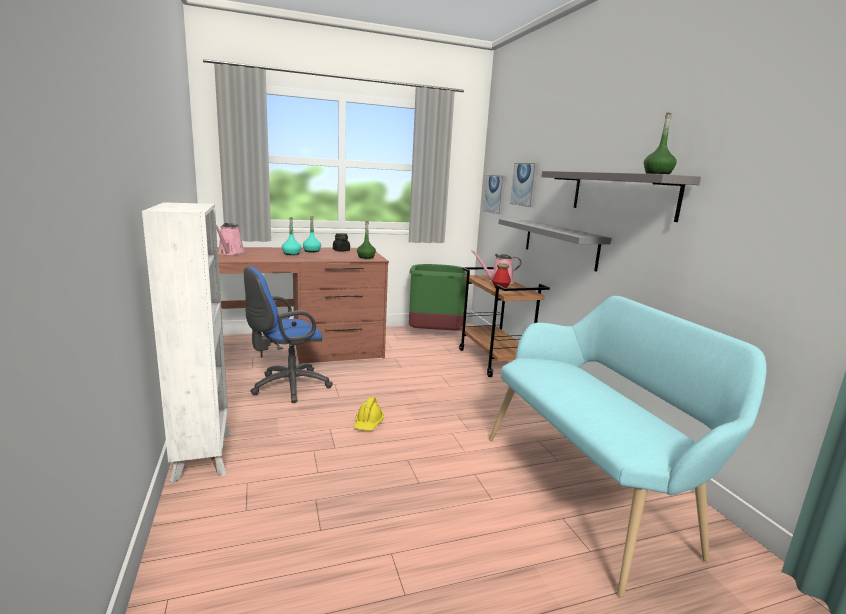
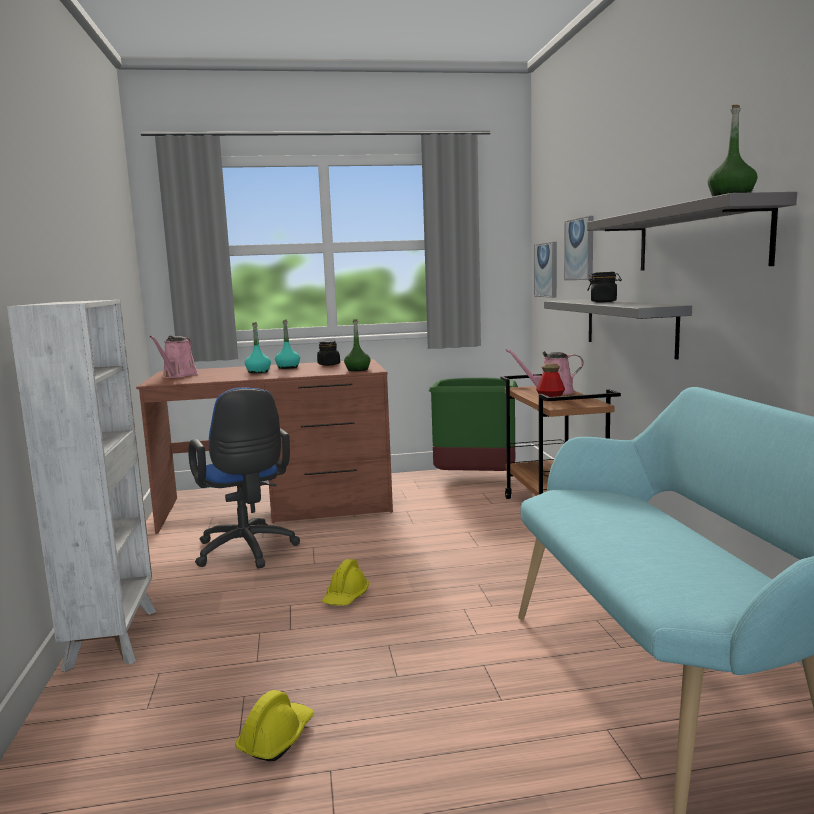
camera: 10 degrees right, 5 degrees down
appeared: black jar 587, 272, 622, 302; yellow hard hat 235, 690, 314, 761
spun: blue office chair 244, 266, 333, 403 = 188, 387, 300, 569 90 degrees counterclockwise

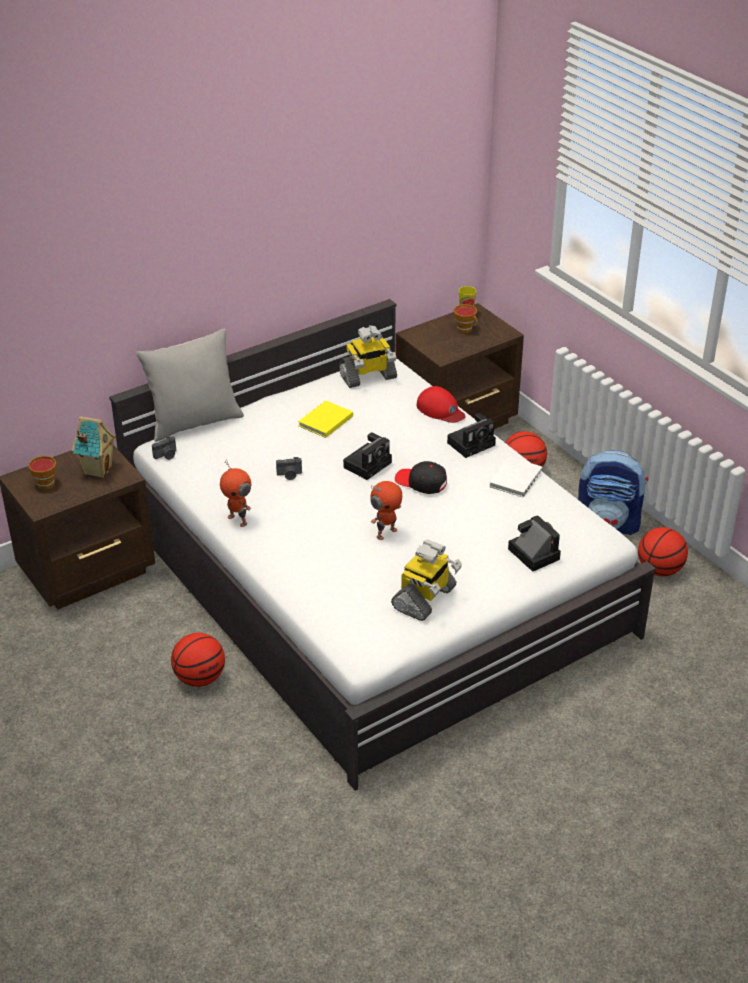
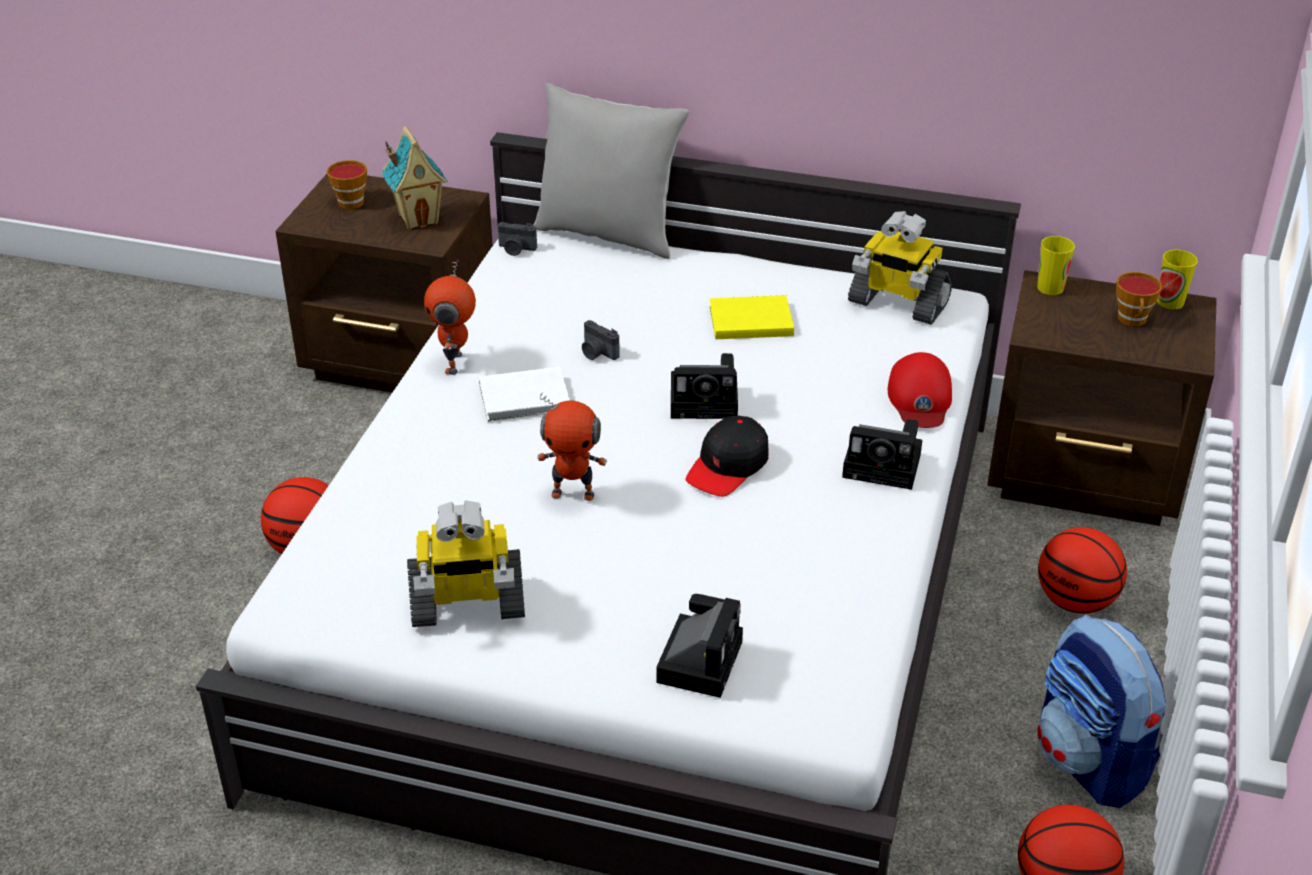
camera: 50 degrees right, 0 degrees up
appeared: cup 1037, 236, 1075, 295
relocated: white book 490, 457, 542, 497 to 479, 367, 570, 422
spun: black cap 395, 461, 447, 494 = 686, 416, 768, 497 135 degrees counterclockwise

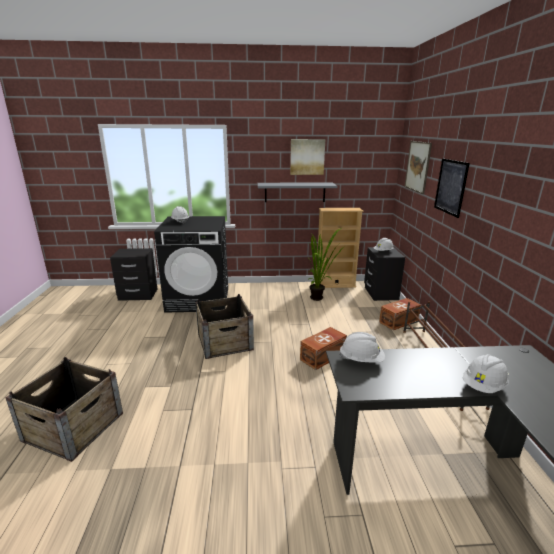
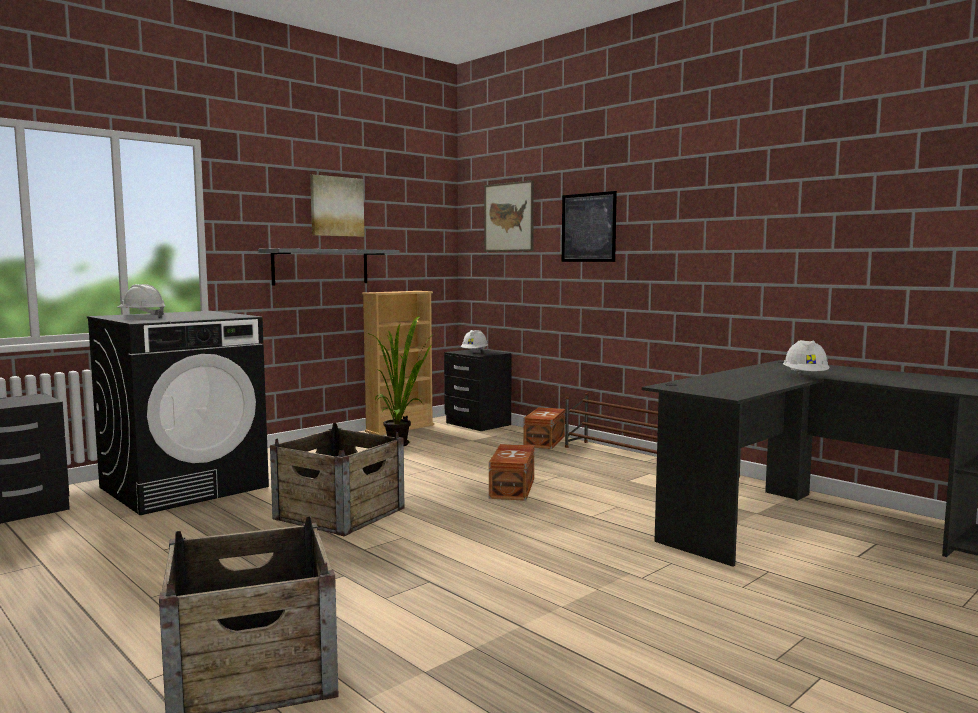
camera: 40 degrees left, 15 degrees down
missing: white hard hat 339, 332, 385, 363

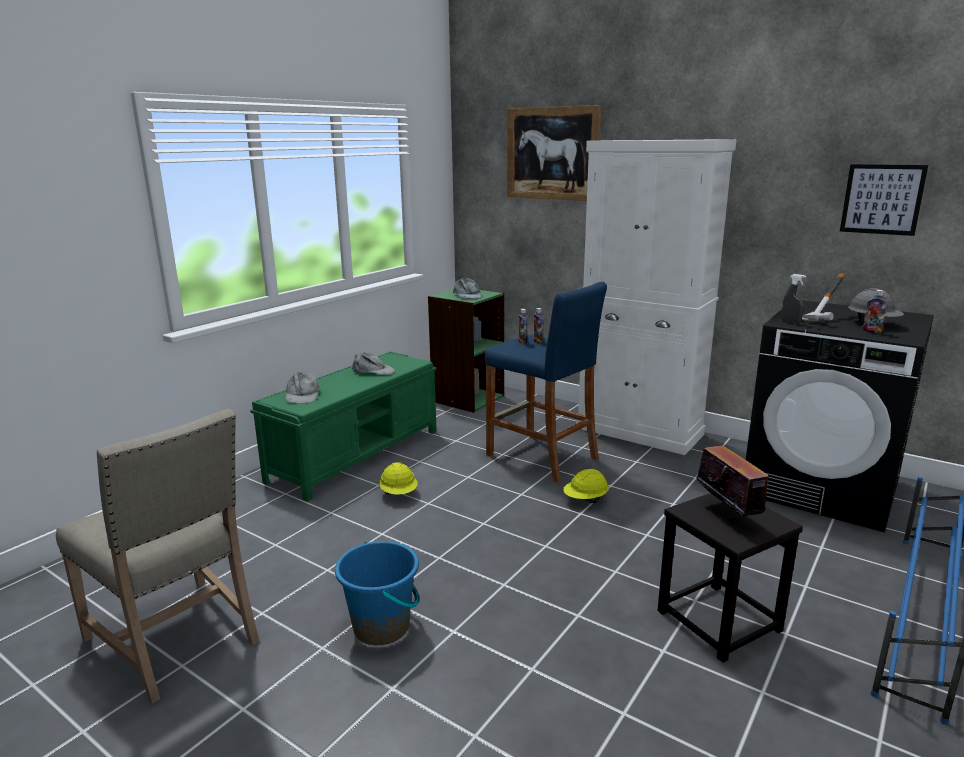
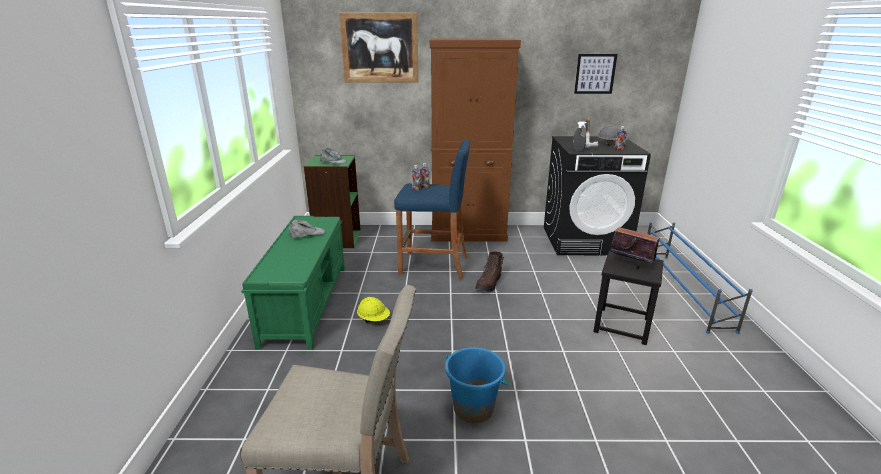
camera: 35 degrees left, 5 degrees up
missing: grey cap 285, 372, 320, 404
exchanged: yellow hard hat 563, 469, 609, 503 to brown boot 475, 252, 504, 292
colour: white cabinet 576, 139, 737, 455 to brown cabinet 429, 39, 521, 242

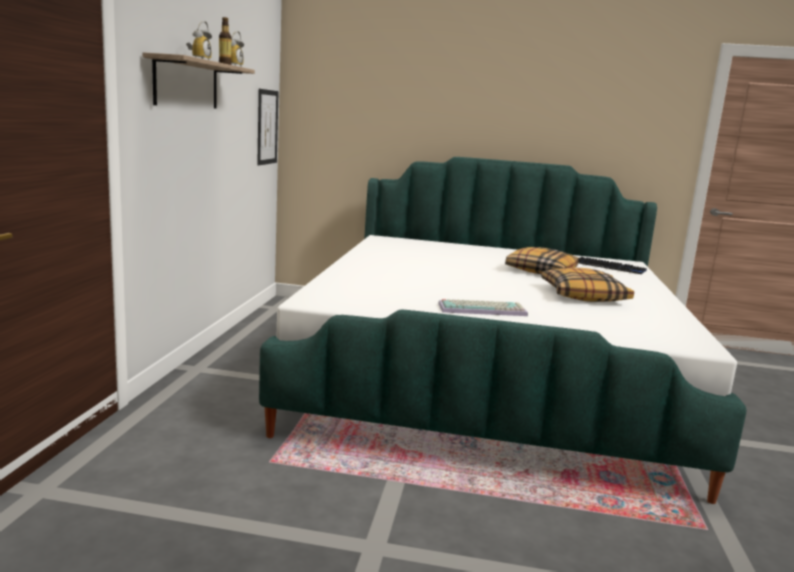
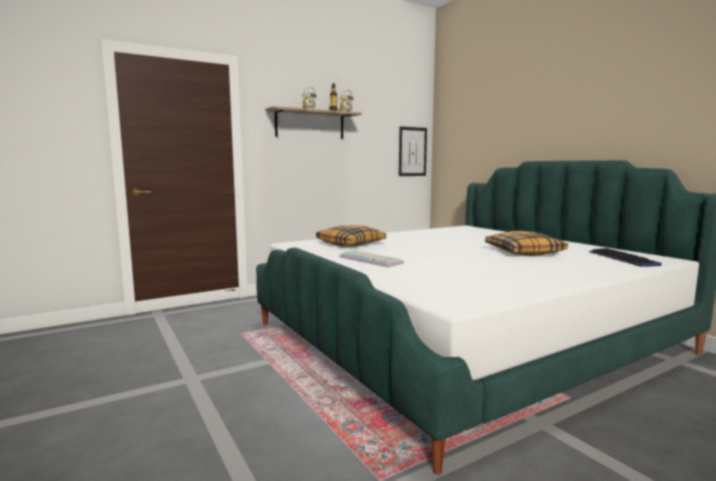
camera: 50 degrees right, 5 degrees down
relocated: pillow 542, 268, 634, 302 to 316, 225, 386, 246

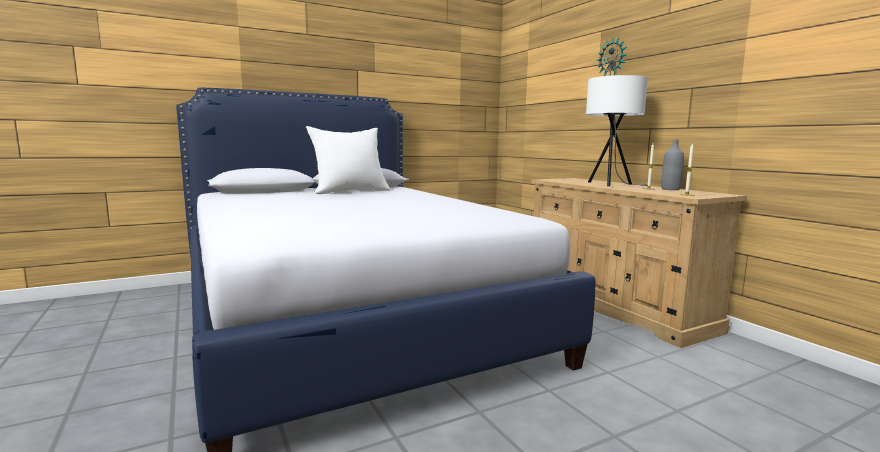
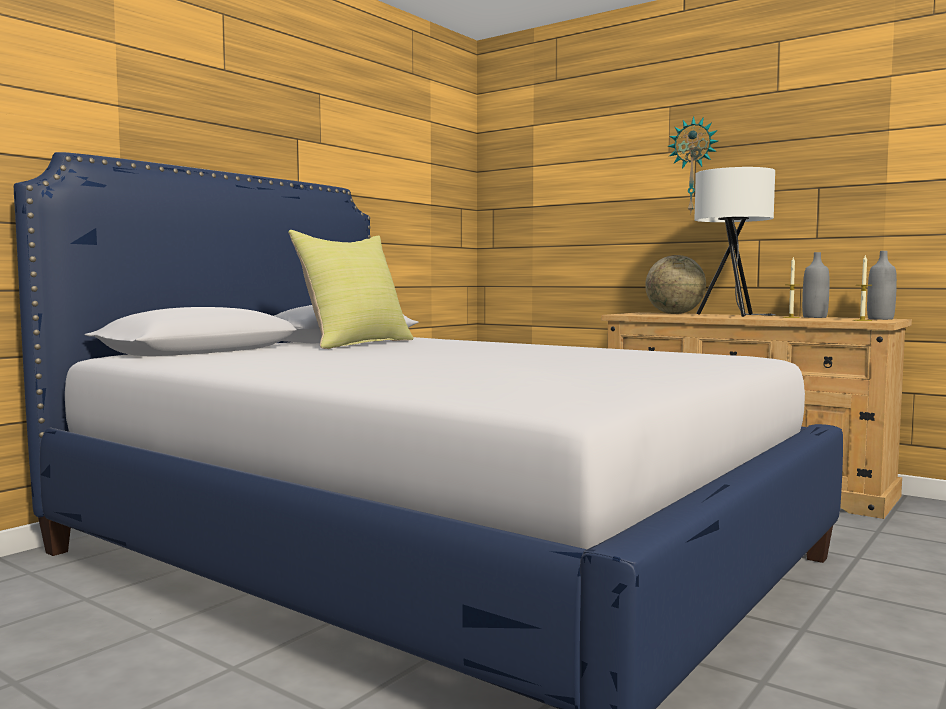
camera: 25 degrees left, 5 degrees down
appeared: grey bottle 867, 251, 897, 320; globe 645, 255, 706, 314
colour: white pillow 306, 126, 391, 194 to yellow pillow 288, 230, 413, 349

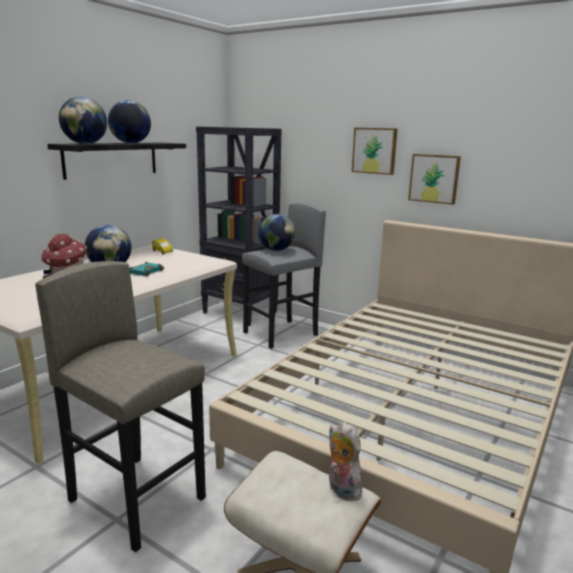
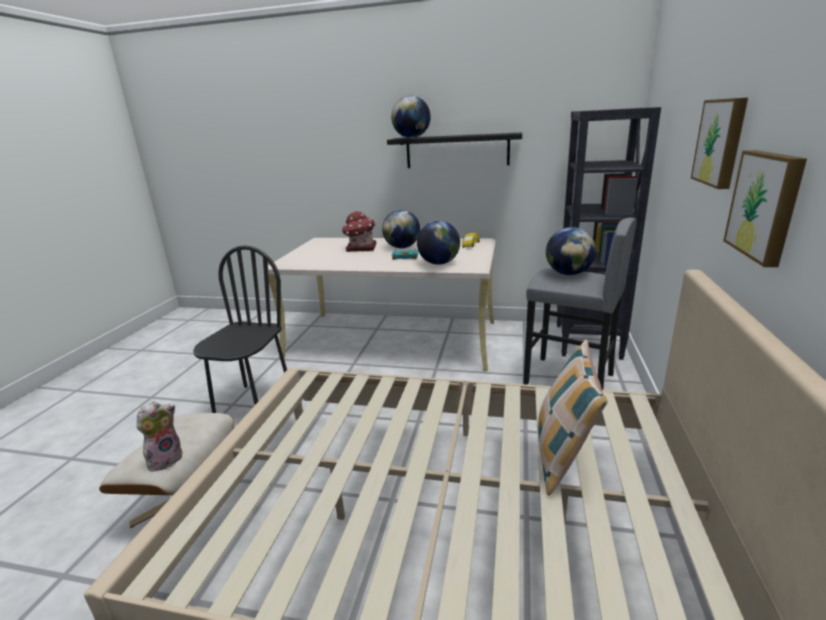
camera: 70 degrees right, 5 degrees up
appeared: pillow 538, 339, 608, 496
relocated: globe 108, 100, 151, 144 to 417, 221, 460, 265
exchanged: grey stool 35, 261, 206, 552 to black chair 193, 245, 287, 413

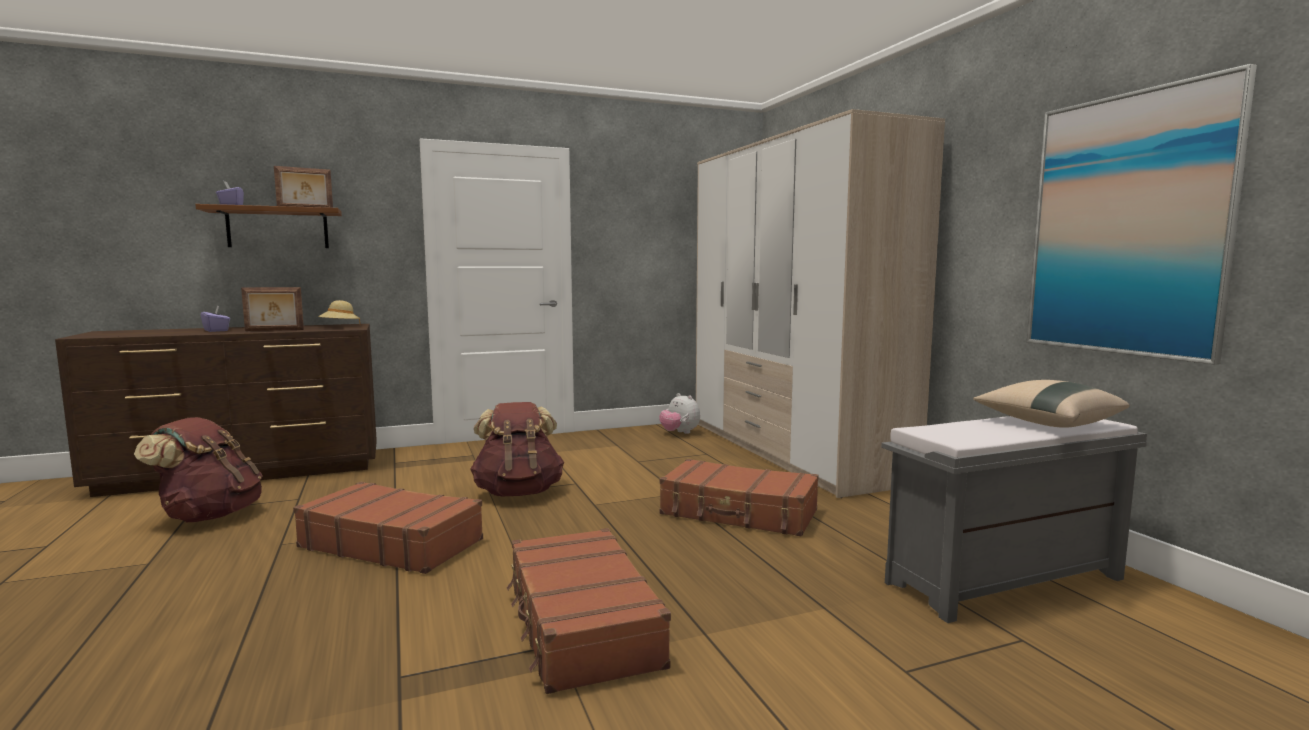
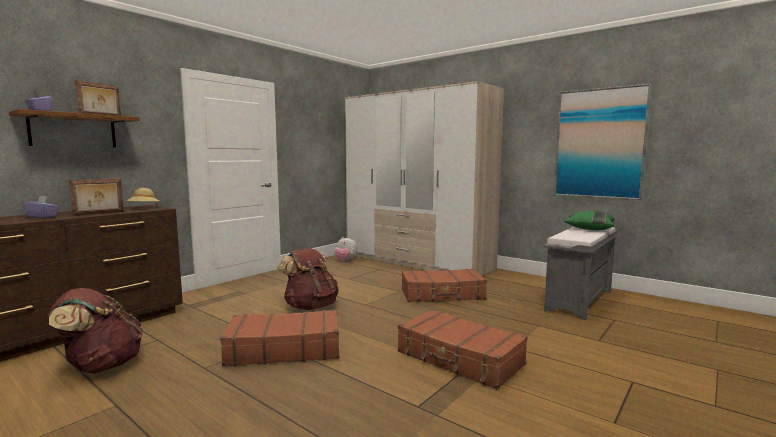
camera: 30 degrees left, 0 degrees up
colour: beige pillow 973, 380, 1130, 428 to green pillow 564, 211, 615, 230

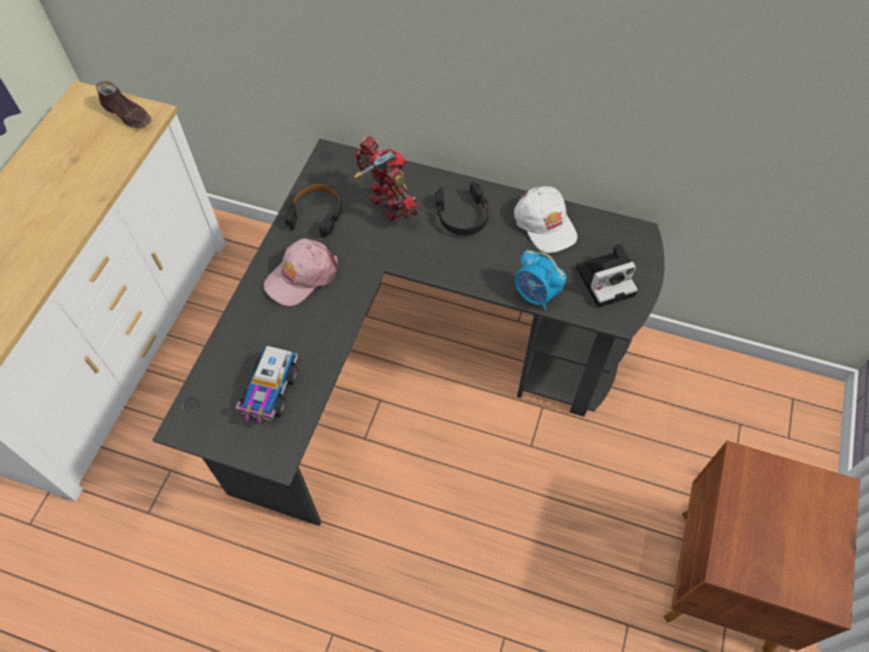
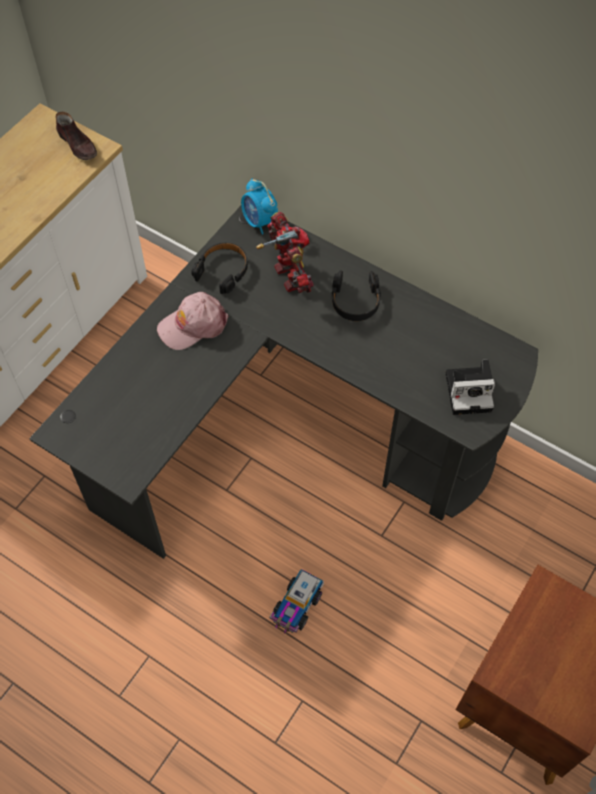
camera: 15 degrees right, 0 degrees up
missing: white cap 514, 186, 577, 253
relocated: alarm clock 515, 250, 566, 310 to 241, 178, 278, 234; toy truck 236, 346, 299, 425 to 270, 569, 324, 633

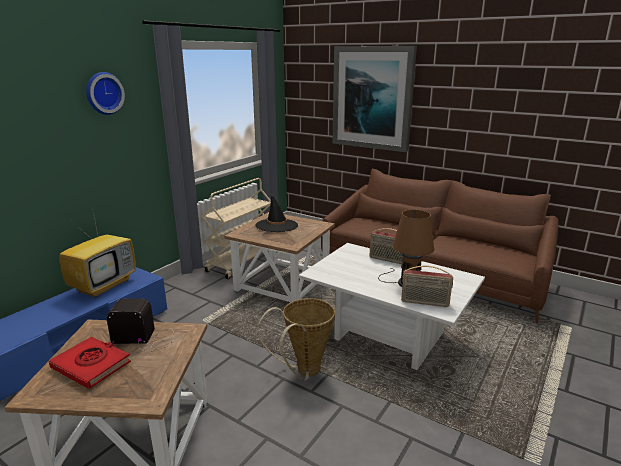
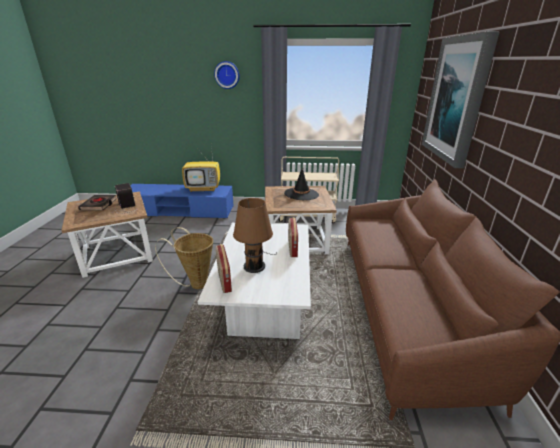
camera: 60 degrees right, 5 degrees up
colour: red book 49, 337, 131, 389 to black book 78, 195, 117, 211

